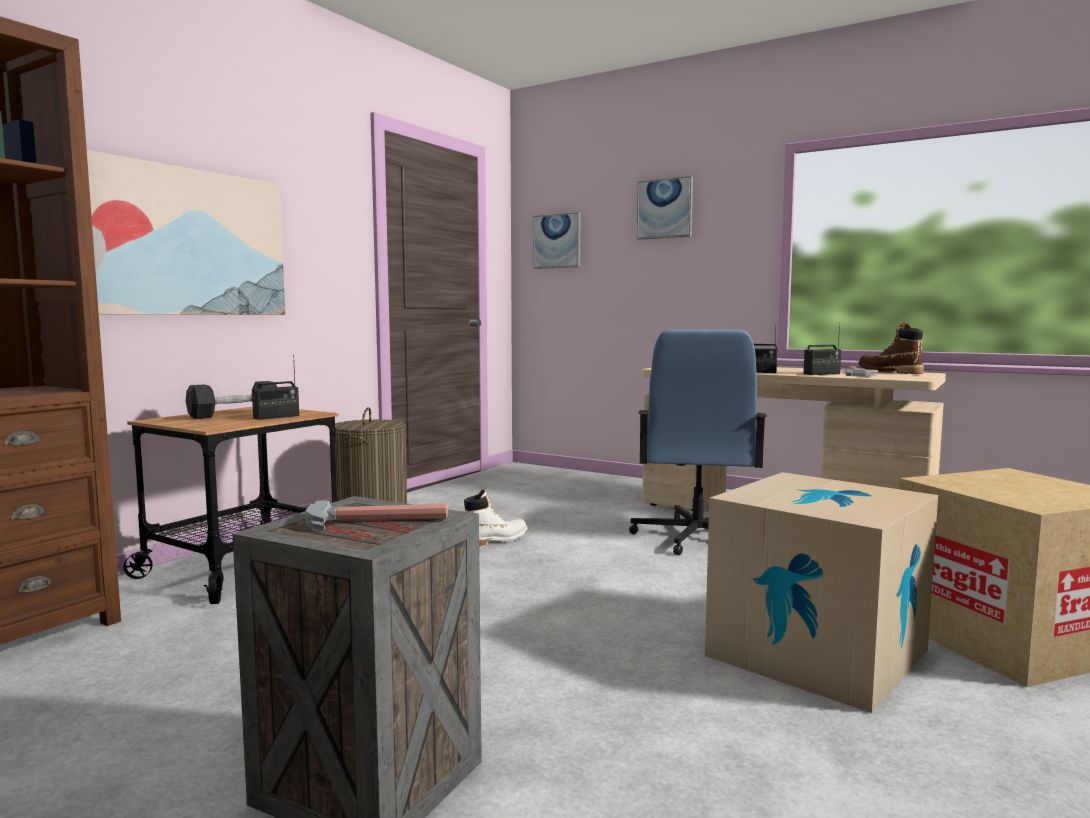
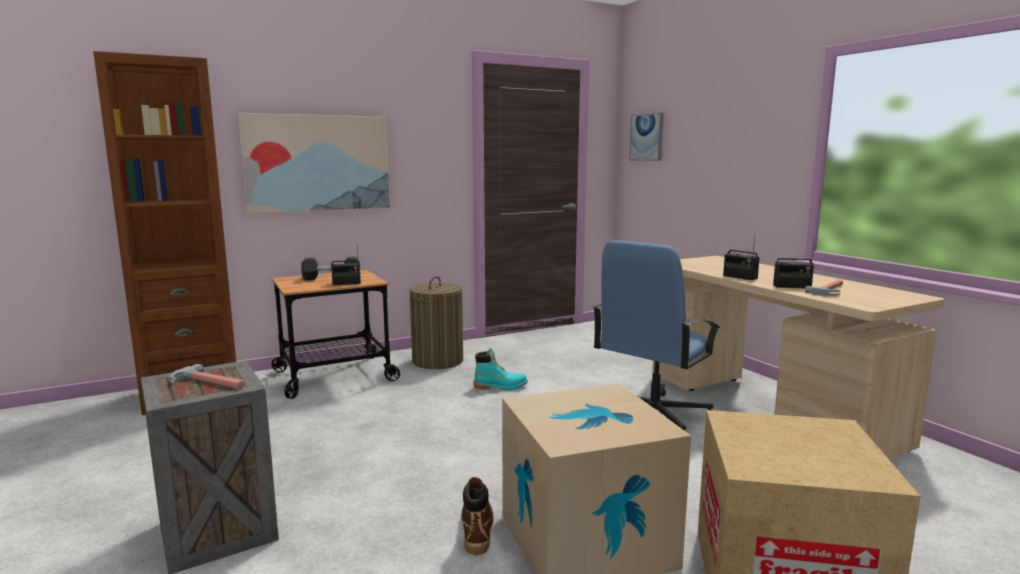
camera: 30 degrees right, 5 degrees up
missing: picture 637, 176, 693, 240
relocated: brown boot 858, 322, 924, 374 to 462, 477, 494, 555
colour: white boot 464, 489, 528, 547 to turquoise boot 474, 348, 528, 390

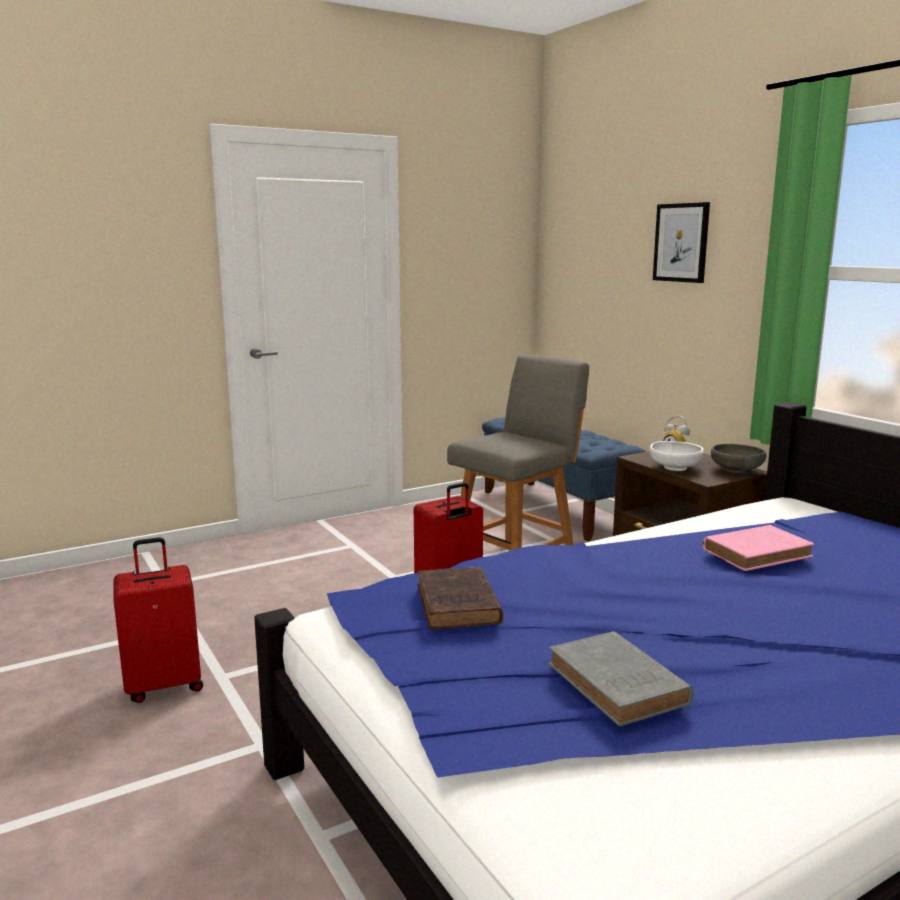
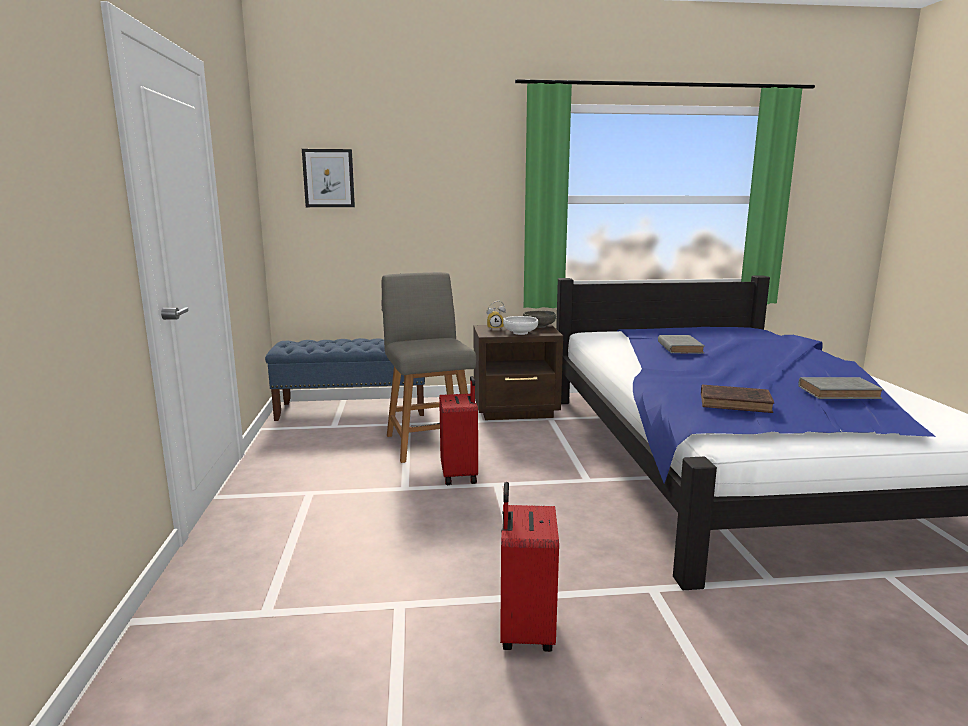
camera: 65 degrees left, 0 degrees up
relocated: picture 653, 202, 710, 283 to 302, 149, 355, 207
colour: pink book 703, 525, 814, 571 to grey book 658, 335, 704, 354

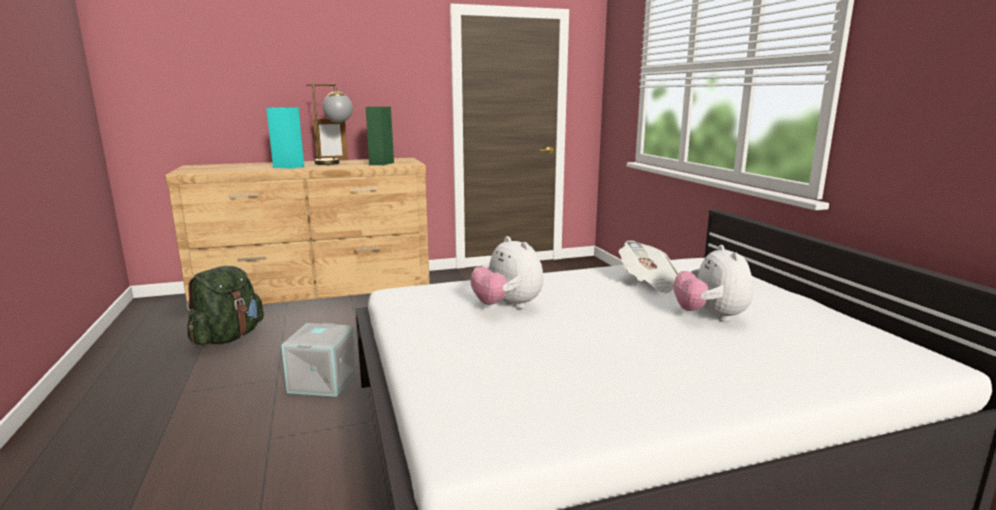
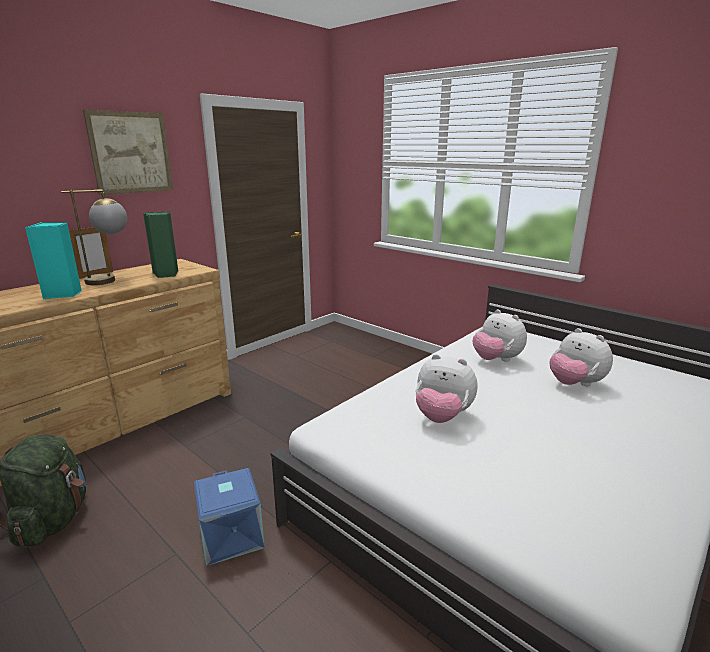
camera: 30 degrees left, 5 degrees up
appeared: picture 83, 109, 173, 195
exchanged: newspaper 619, 241, 678, 294 to plush toy 473, 309, 527, 362
colour: grey storage box 281, 323, 357, 397 to blue storage box 194, 468, 265, 566

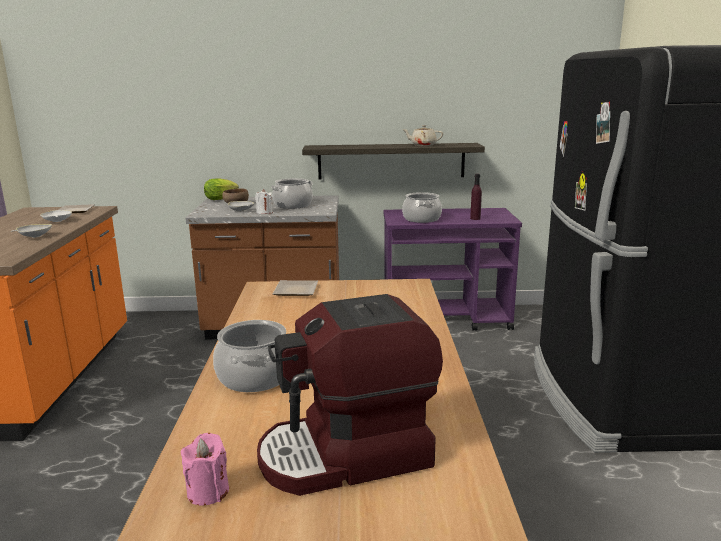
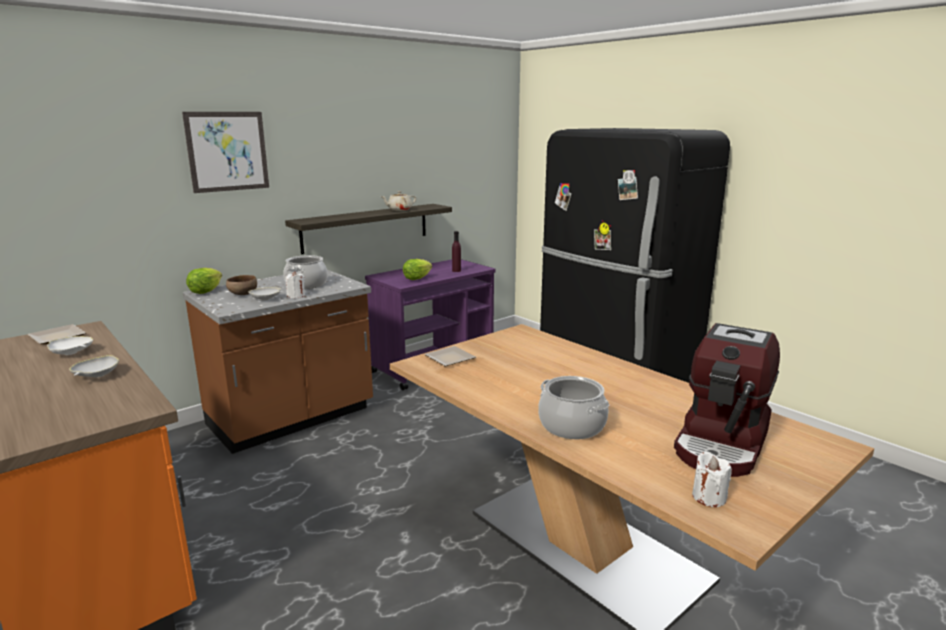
camera: 40 degrees left, 0 degrees up
appeared: picture 182, 112, 269, 193
exchanged: cooking pot 402, 192, 442, 223 to lettuce 403, 259, 432, 280
colour: pink candle 181, 433, 229, 506 to white candle 692, 452, 732, 507

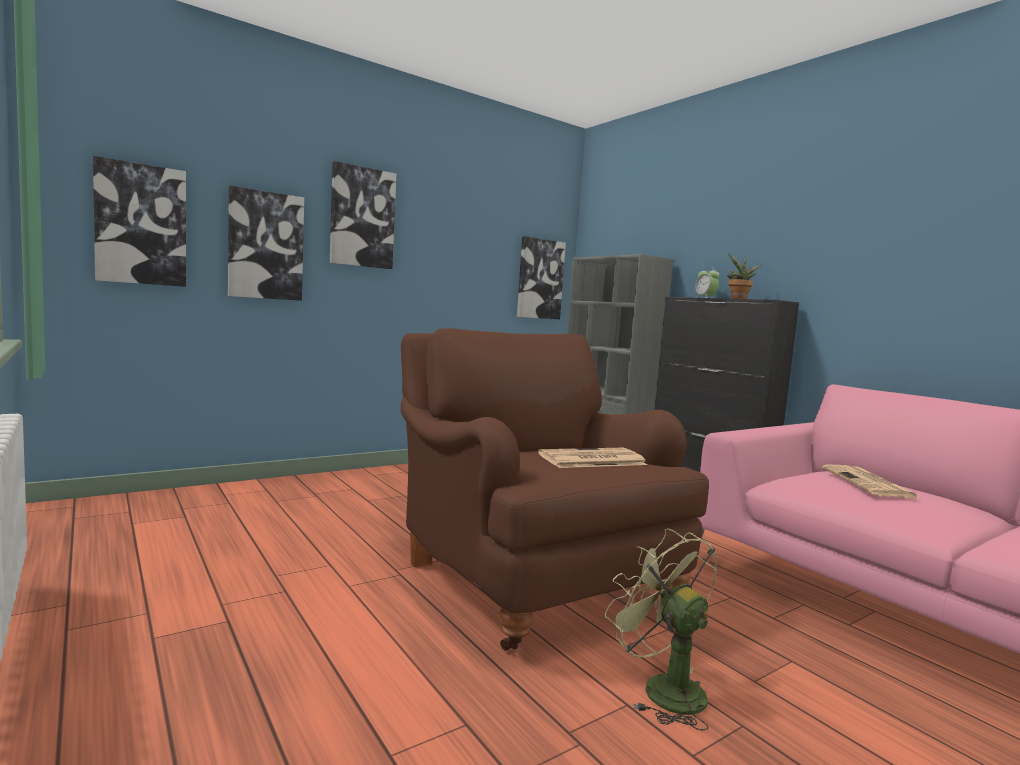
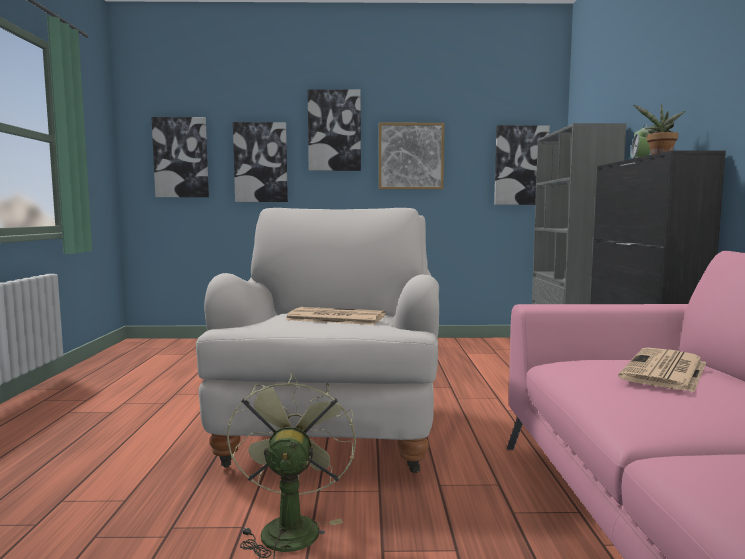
camera: 35 degrees right, 0 degrees up
appeared: picture 379, 123, 445, 189
colour: brown armchair 401, 329, 709, 650 to white armchair 196, 208, 439, 473

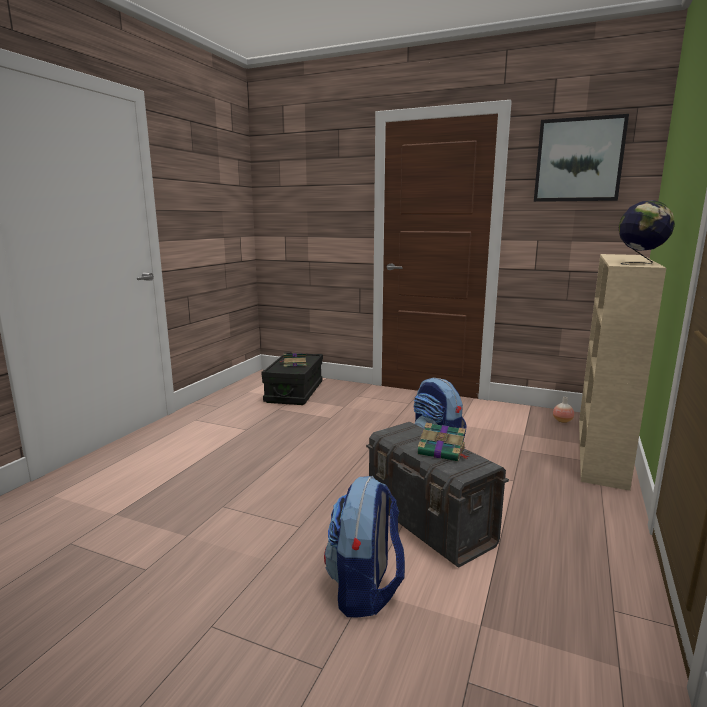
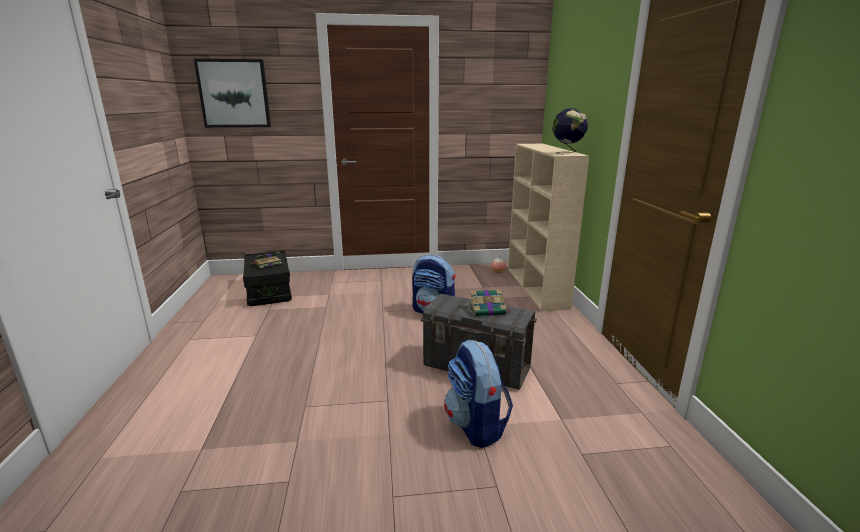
camera: 30 degrees left, 5 degrees up
relocated: picture 534, 114, 629, 202 to 194, 59, 271, 128

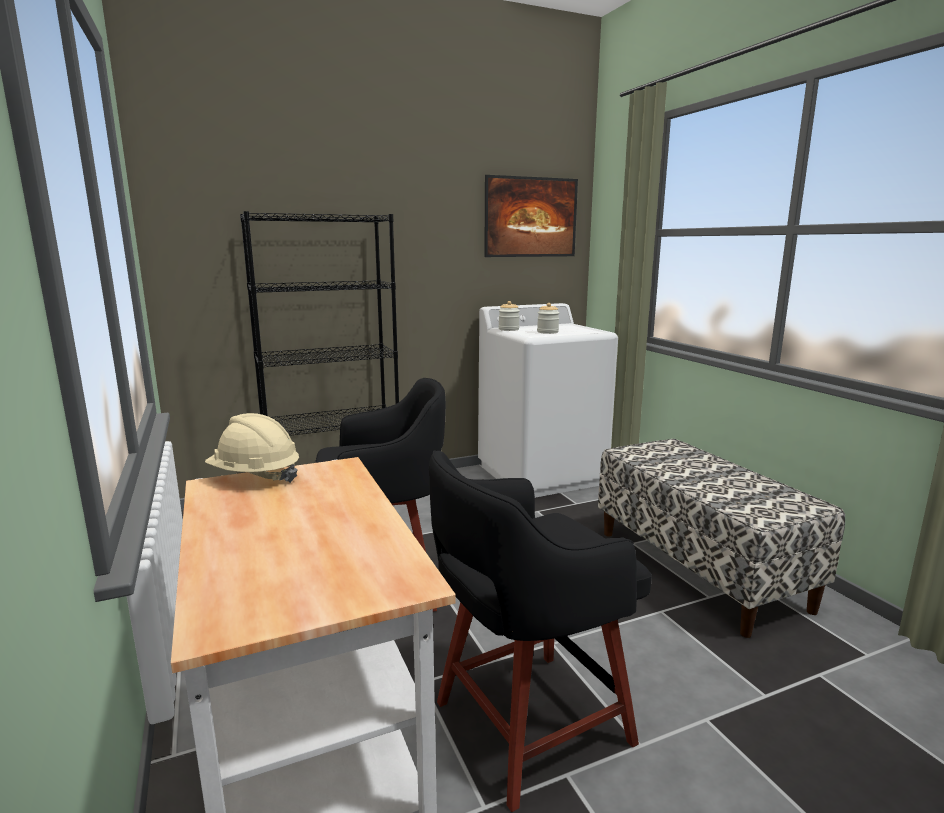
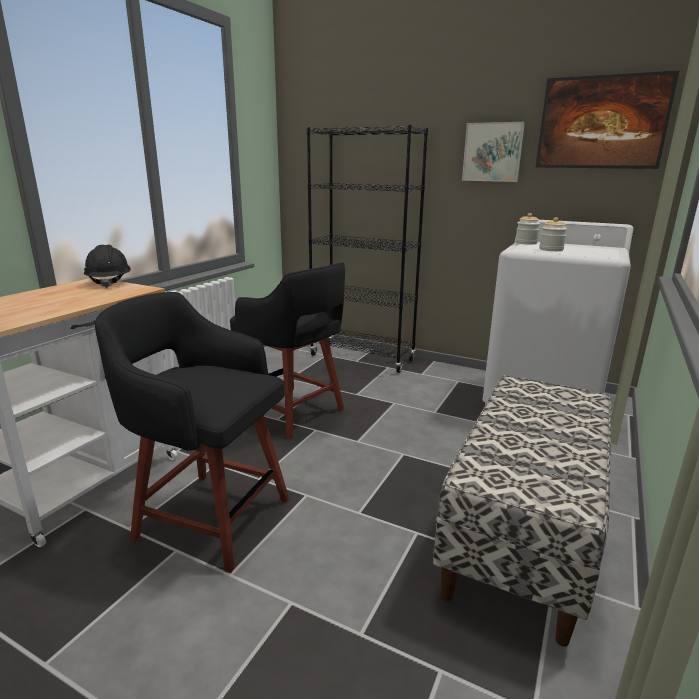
camera: 50 degrees right, 5 degrees up
appeared: picture 462, 122, 525, 182
colour: beige hard hat 205, 413, 299, 483 to black hard hat 84, 245, 131, 288

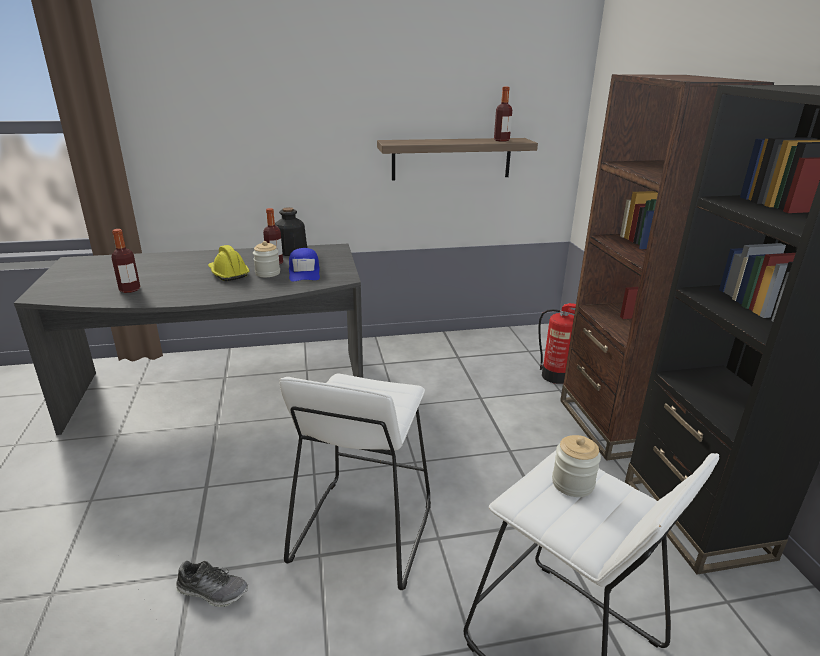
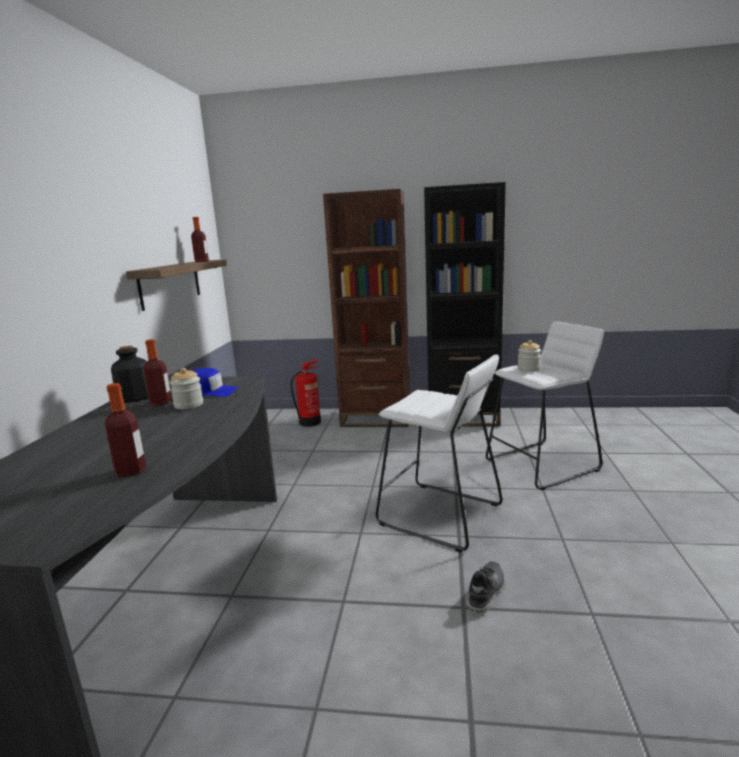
camera: 70 degrees left, 10 degrees down
missing: yellow hard hat 208, 245, 250, 281

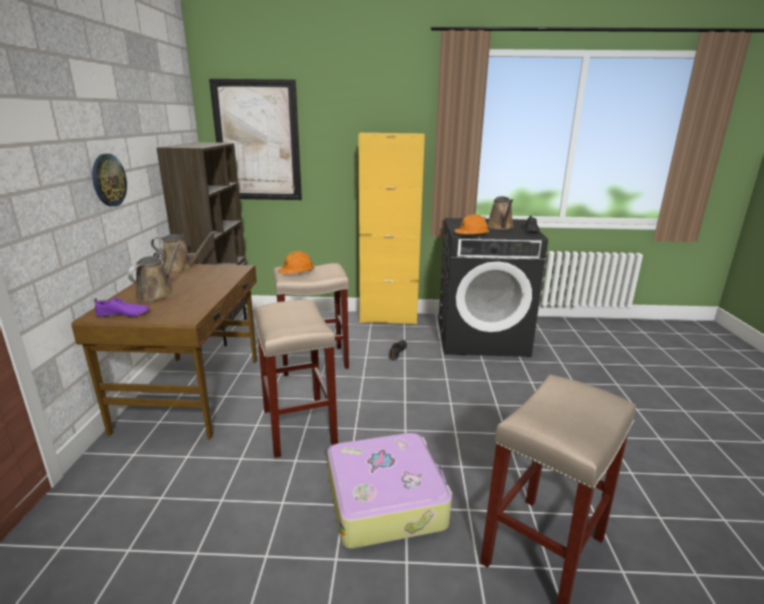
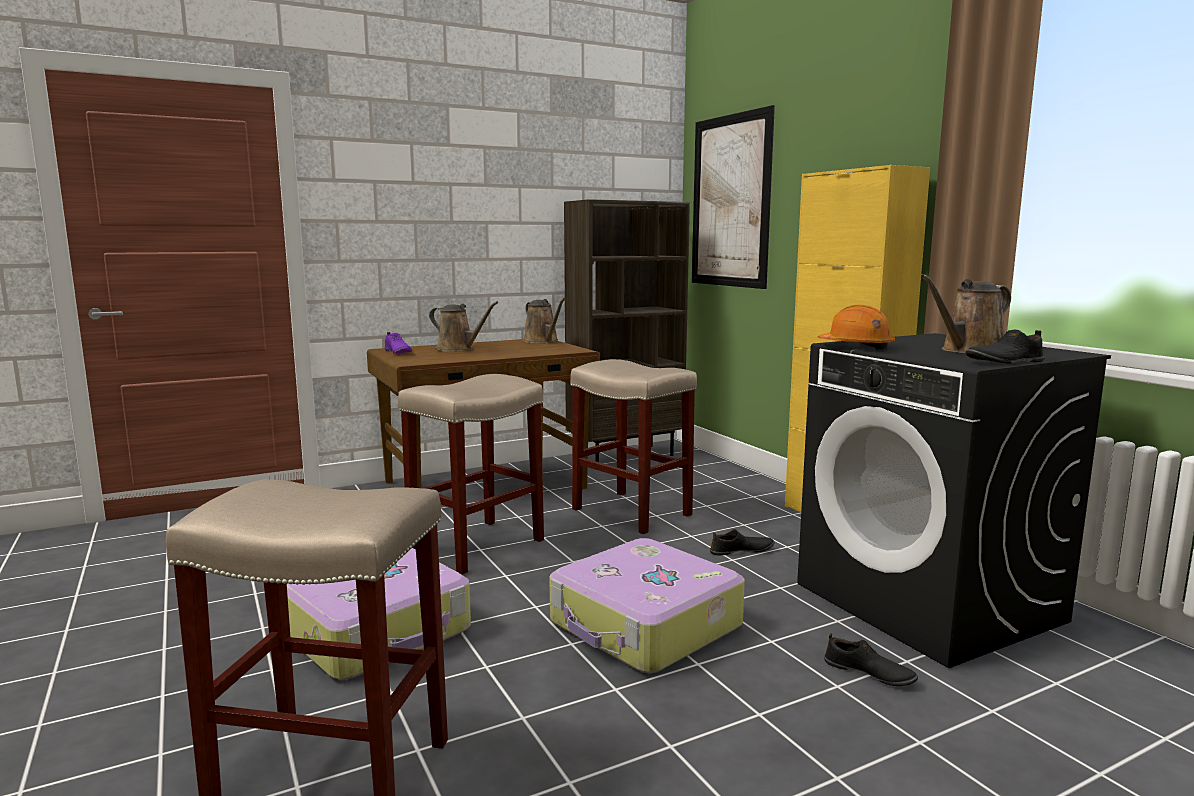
camera: 60 degrees right, 10 degrees down
missing: wall clock 92, 154, 127, 206; orange hard hat 278, 251, 315, 274
appeared: suitcase 549, 538, 745, 673; black shoe 824, 633, 918, 686
spun: brown watering can 128, 241, 181, 302 = 429, 301, 498, 352 45 degrees clockwise

